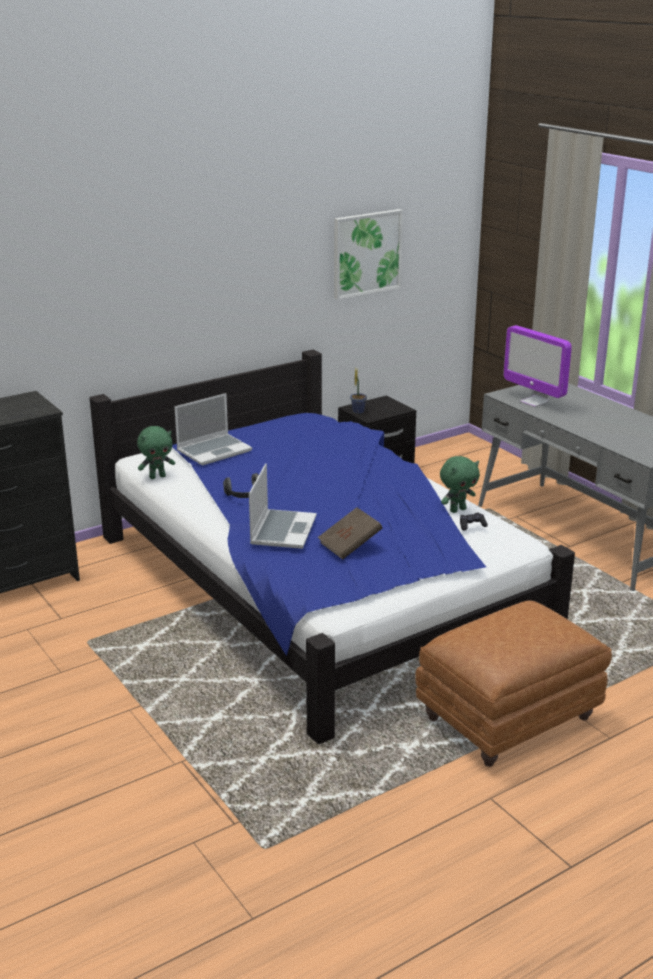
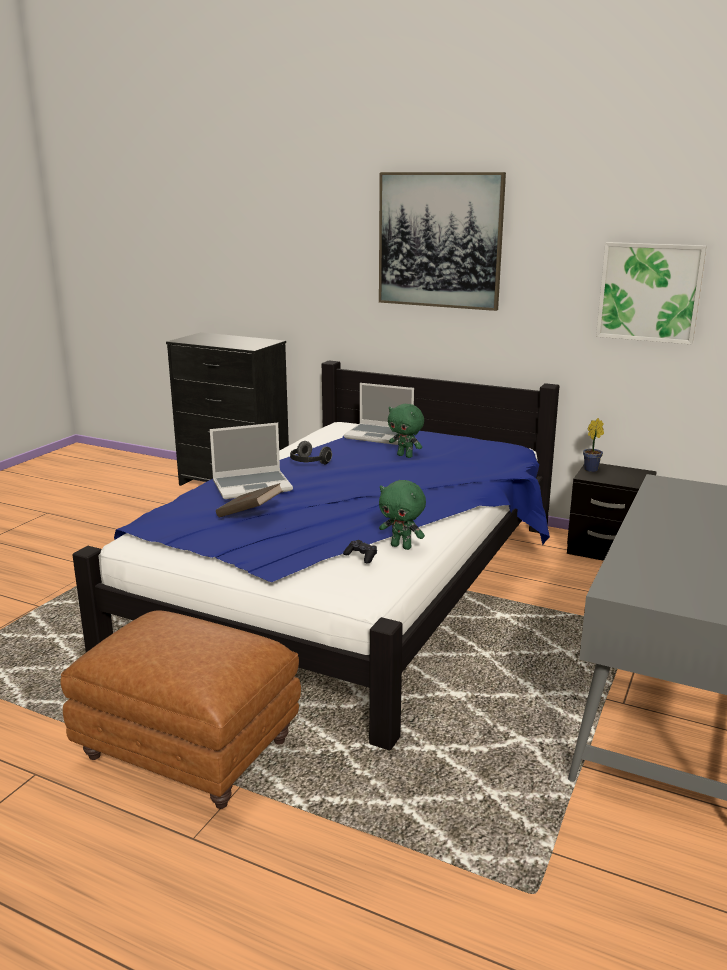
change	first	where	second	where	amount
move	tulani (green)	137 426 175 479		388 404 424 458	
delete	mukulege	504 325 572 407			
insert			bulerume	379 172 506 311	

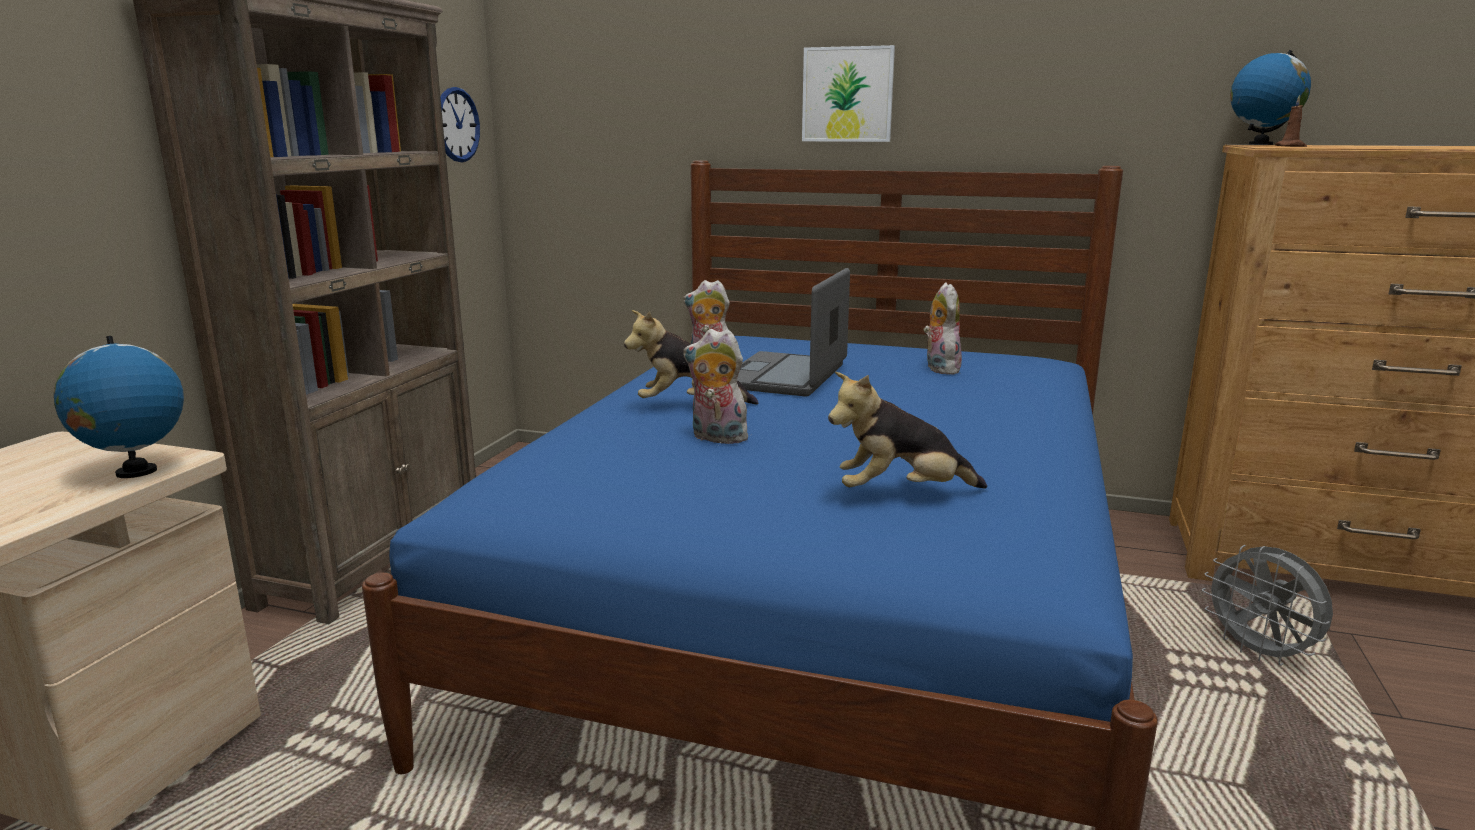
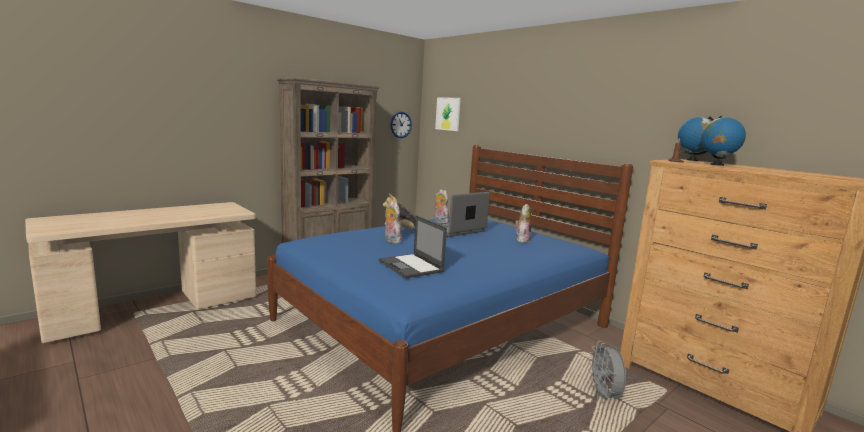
change	first	where	second	where	amount
move	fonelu	54 336 184 478		701 116 746 166	
move	bulerume	802 45 895 142		435 97 461 131	
replace	tulani	828 372 987 489	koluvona	379 215 447 279	

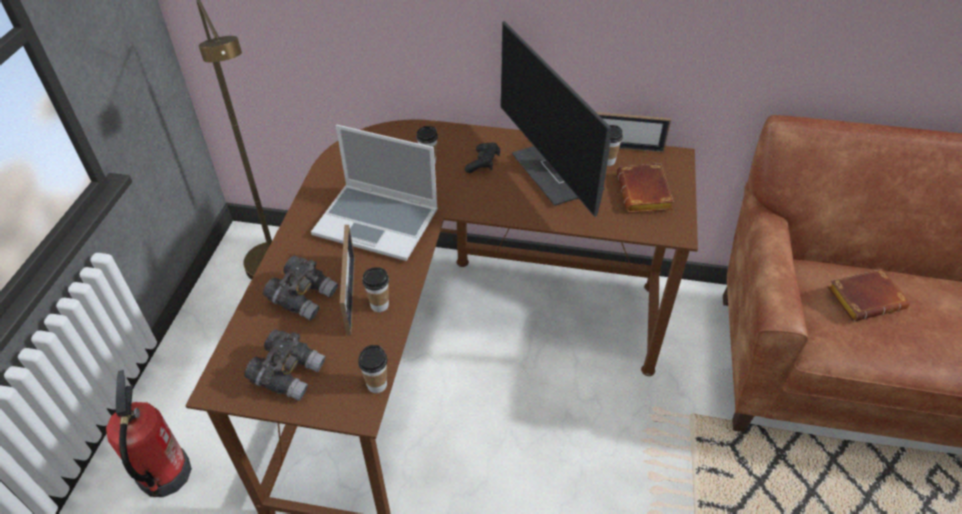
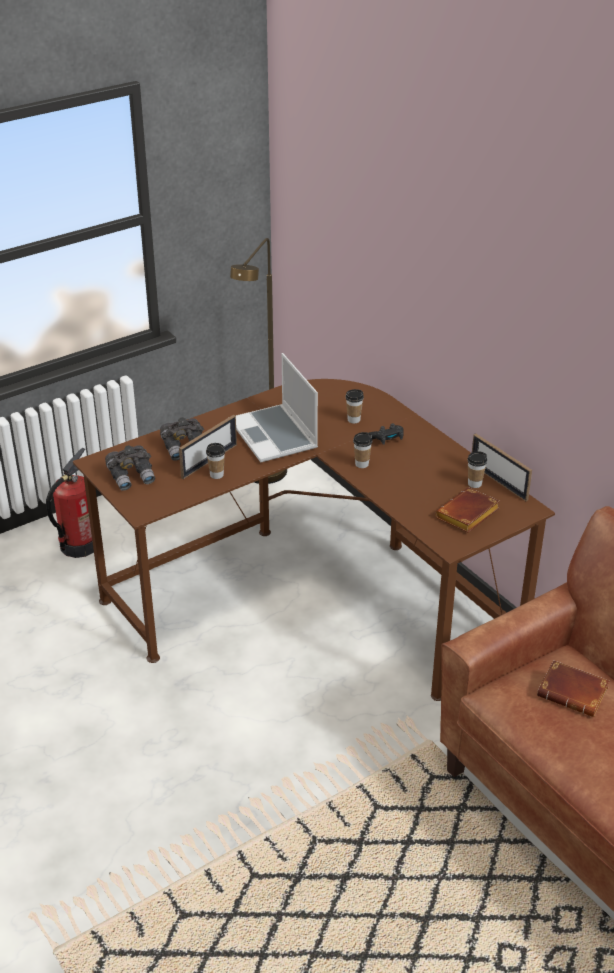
change	first	where	second	where	amount
move	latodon	358 345 387 393		353 432 372 468	
delete	mukulege	500 21 611 217			

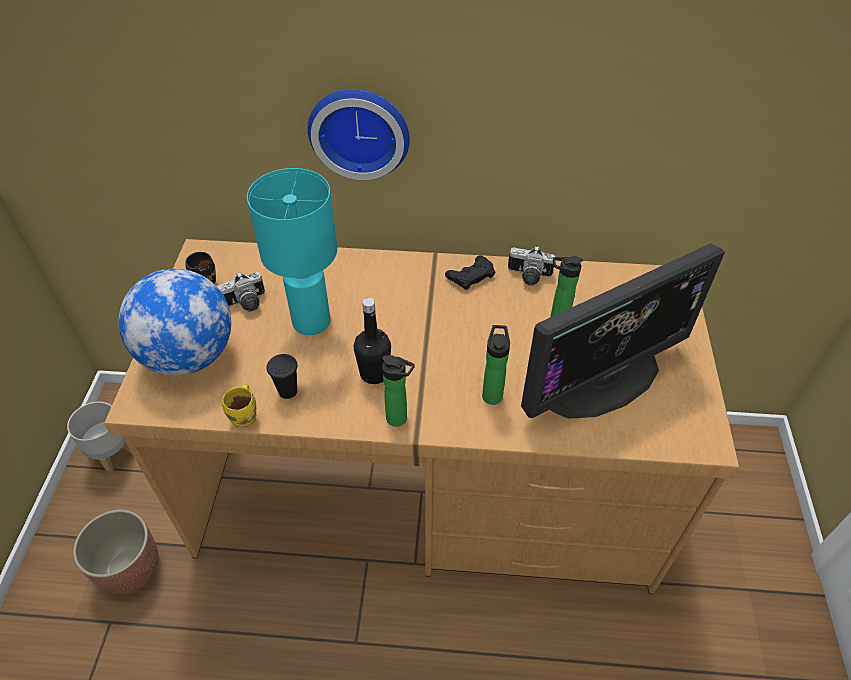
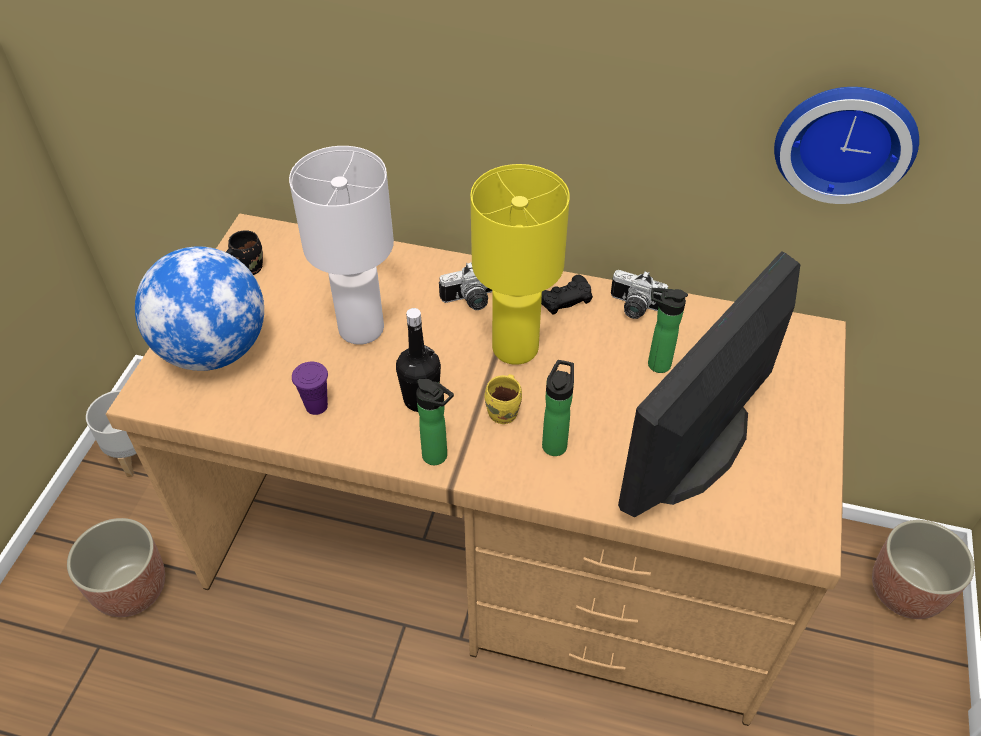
change	first	where	second	where	amount
move	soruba	217 272 265 312		439 262 493 310	
move	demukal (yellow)	222 384 256 428		485 374 522 424	
recolor	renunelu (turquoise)	247 168 337 335	renunelu (white)	289 146 394 345	
recolor	latodon (black)	267 354 298 399	latodon (purple)	292 362 328 415	
move	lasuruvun	308 89 410 180		774 87 919 204	
rotate	mukulege	521 243 725 419		618 251 800 517	150 degrees clockwise
insert			renunelu (yellow)	470 164 570 365	
insert			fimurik	872 520 974 619	

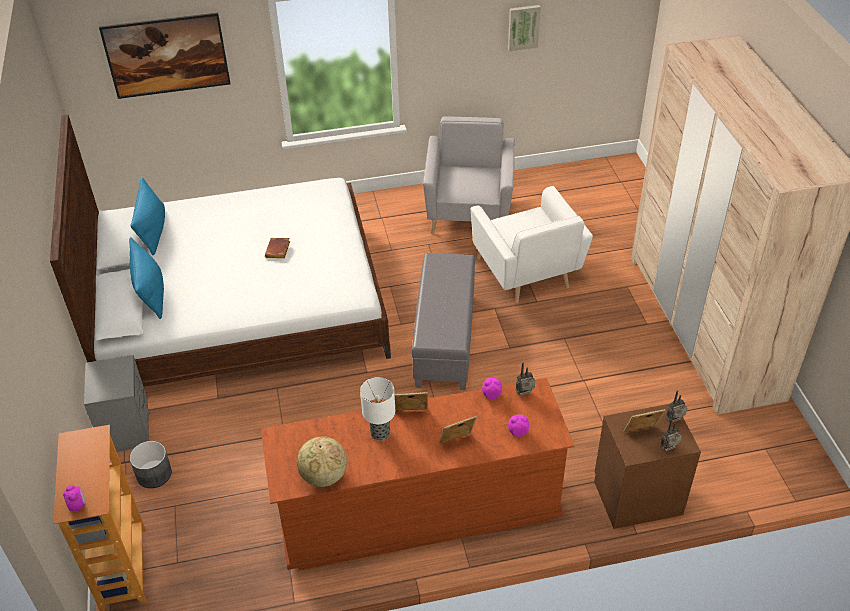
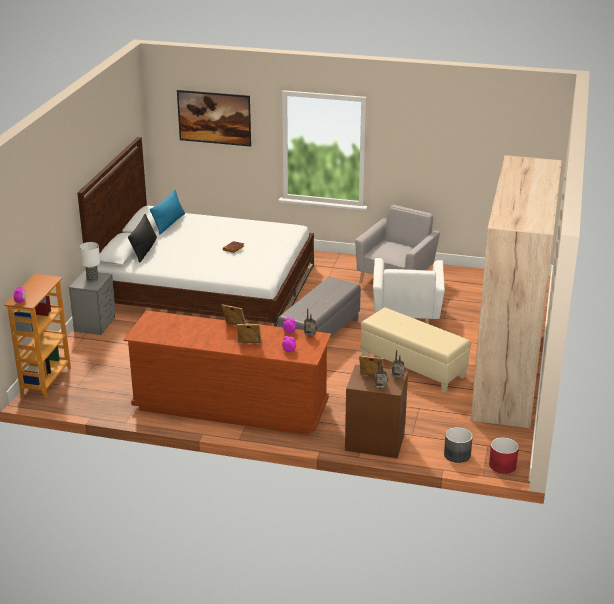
change	first	where	second	where	amount
recolor	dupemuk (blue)	129 237 164 319	dupemuk (black)	128 214 157 263	
move	fimurik (grey)	130 441 172 488		444 427 473 463	
delete	fonelu	297 436 347 487			
move	renunelu	360 377 396 441		79 242 100 283	
delete	bulerume	508 5 540 51			
insert			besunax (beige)	361 307 470 393	
insert			fimurik (red)	489 437 519 473	

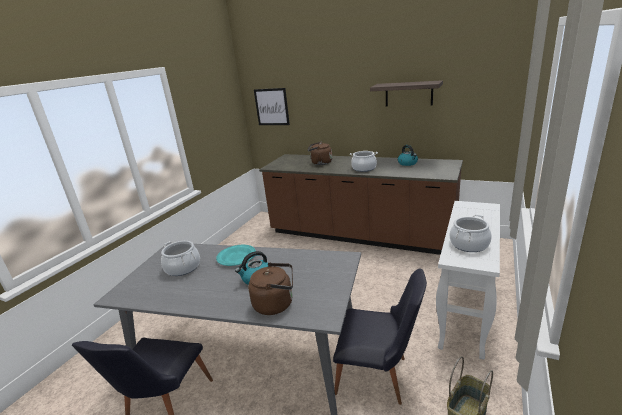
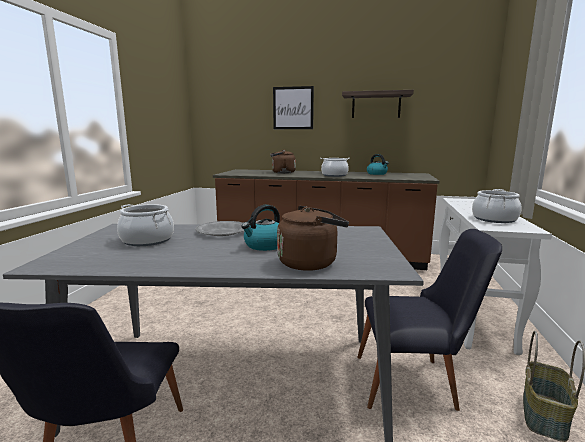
change	first	where	second	where	amount
recolor	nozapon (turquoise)	216 245 256 266	nozapon (grey)	195 221 244 236	
move	bulerume	254 88 290 125		273 86 314 129	

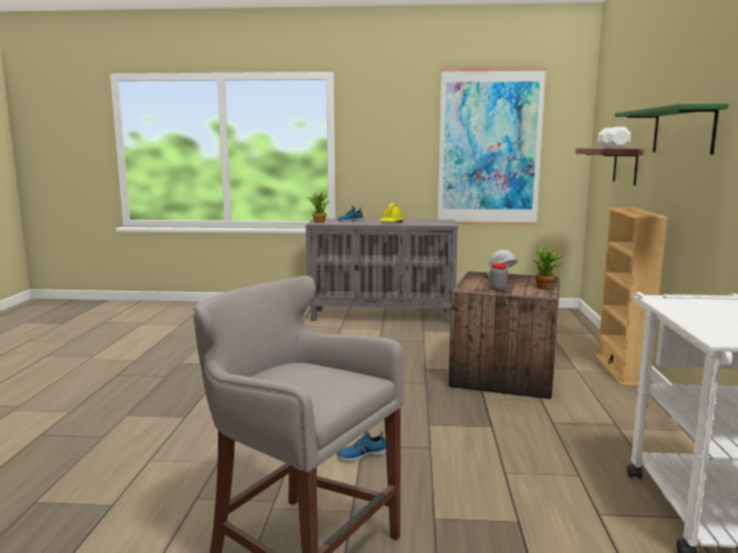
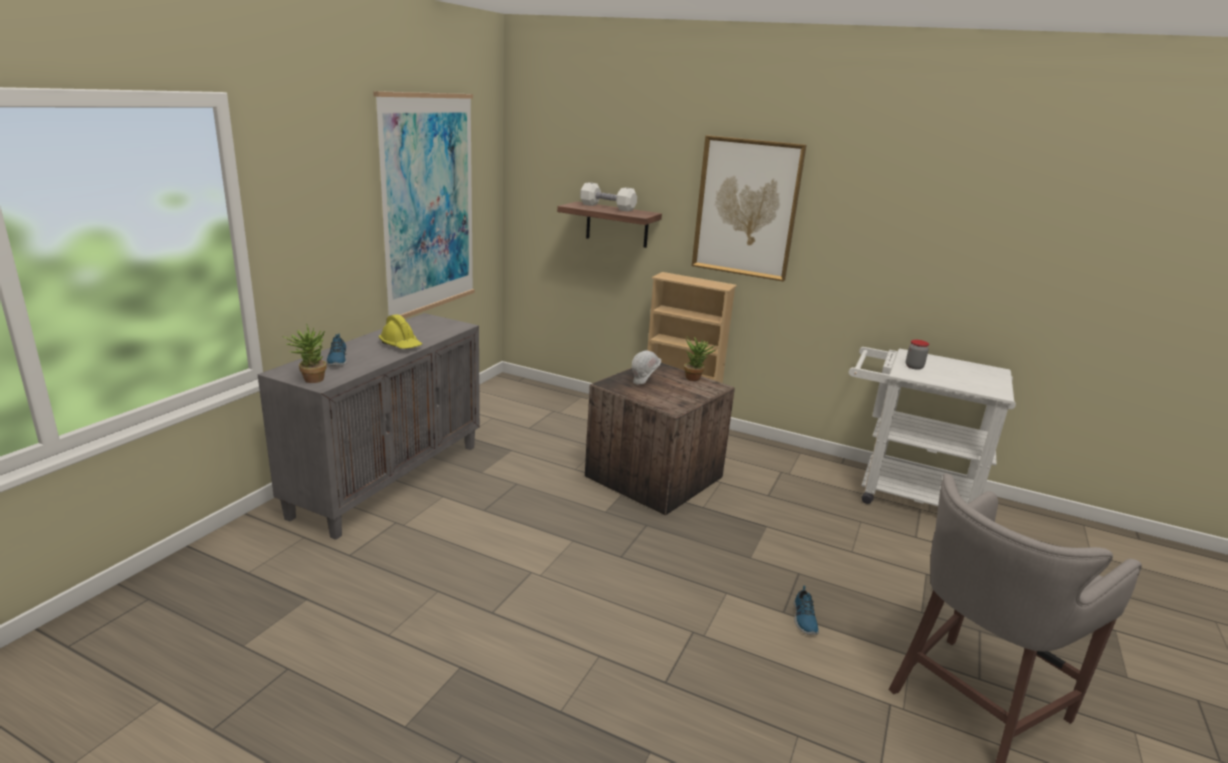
change	first	where	second	where	amount
move	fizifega	490 264 508 291		906 339 929 370	
replace	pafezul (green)	615 104 728 155	bulerume	692 135 806 282	

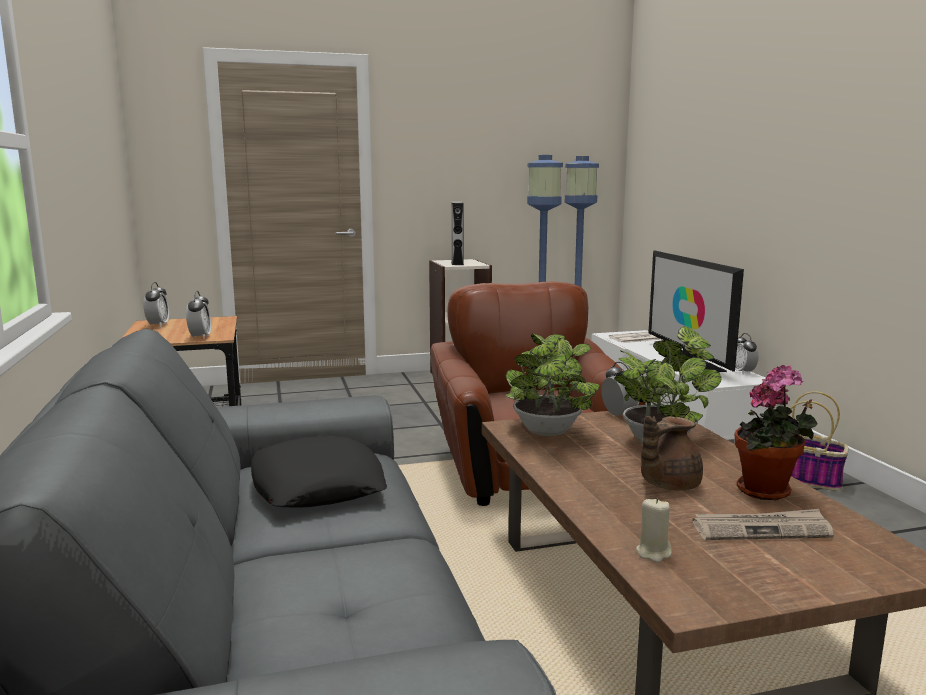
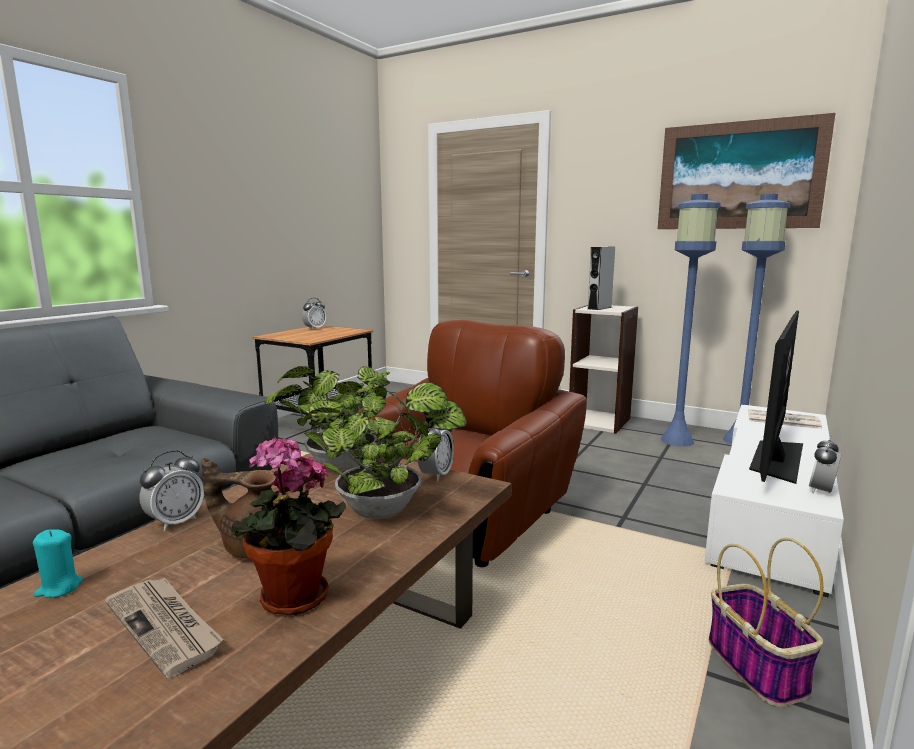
change	first	where	second	where	amount
move	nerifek	186 291 211 339		139 450 204 531	
delete	dupemuk (black)	251 436 387 508			
recolor	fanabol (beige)	636 498 672 563	fanabol (turquoise)	33 529 83 598	
insert			bulerume	658 113 836 229	

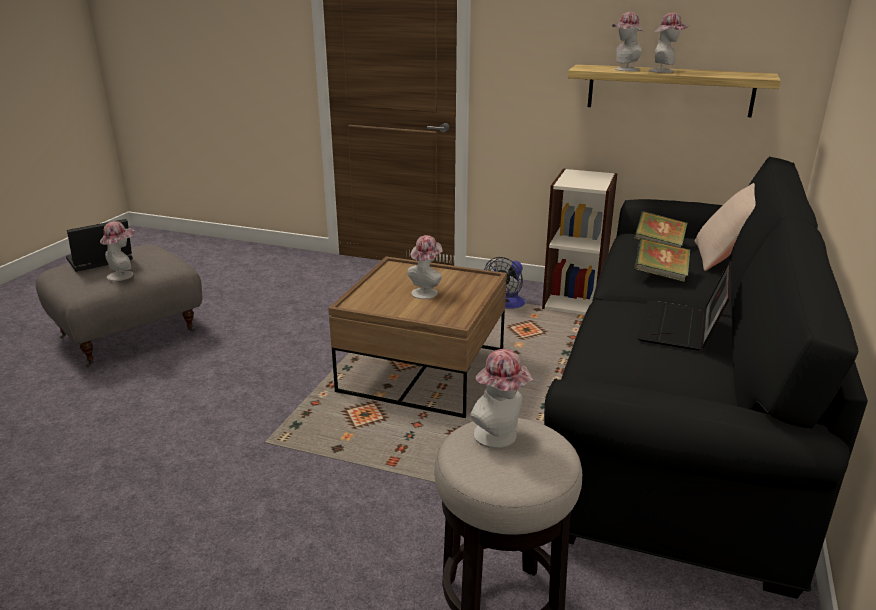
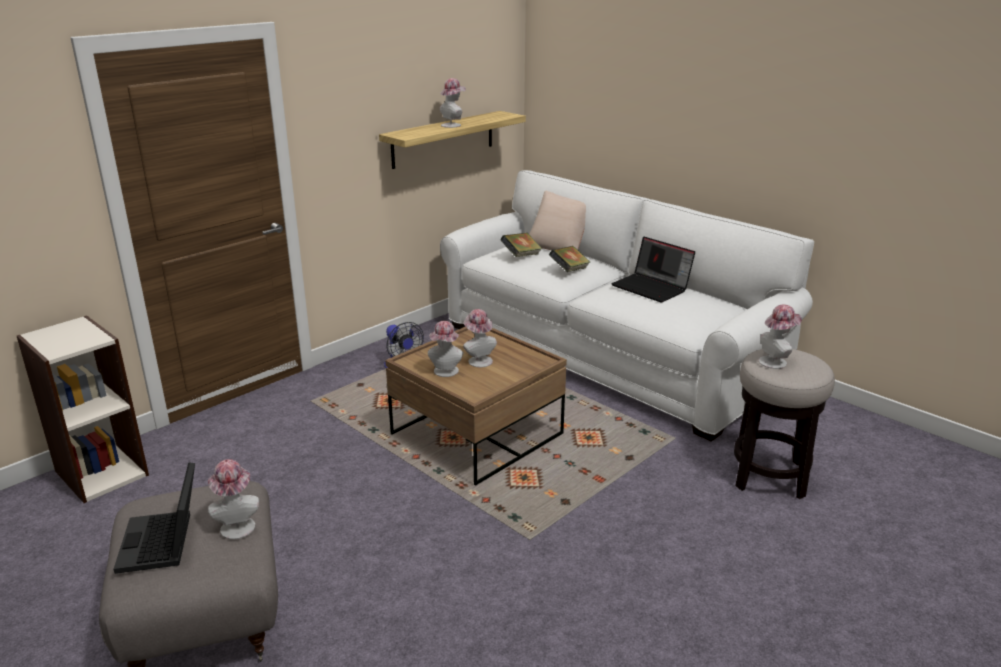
change	first	where	second	where	amount
move	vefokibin	542 169 618 315		17 315 149 503	
recolor	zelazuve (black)	544 156 868 599	zelazuve (white)	440 170 814 442	
move	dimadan	612 12 643 71		428 321 464 377	

